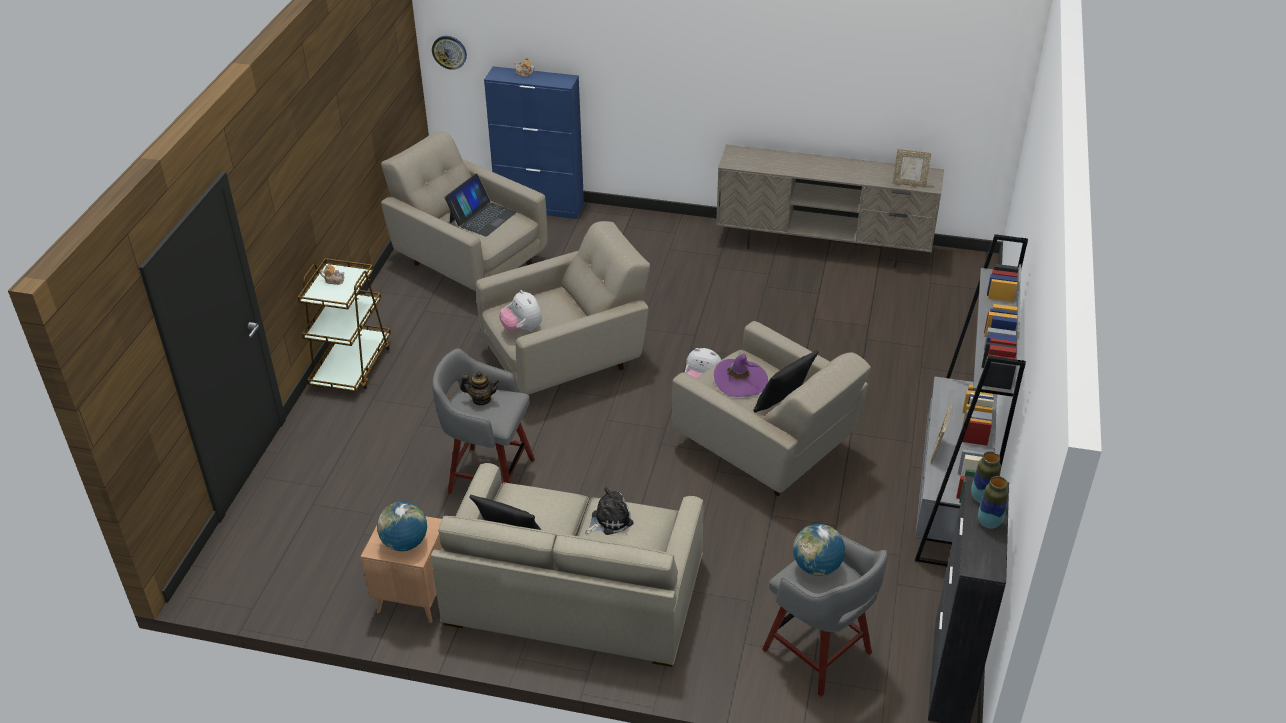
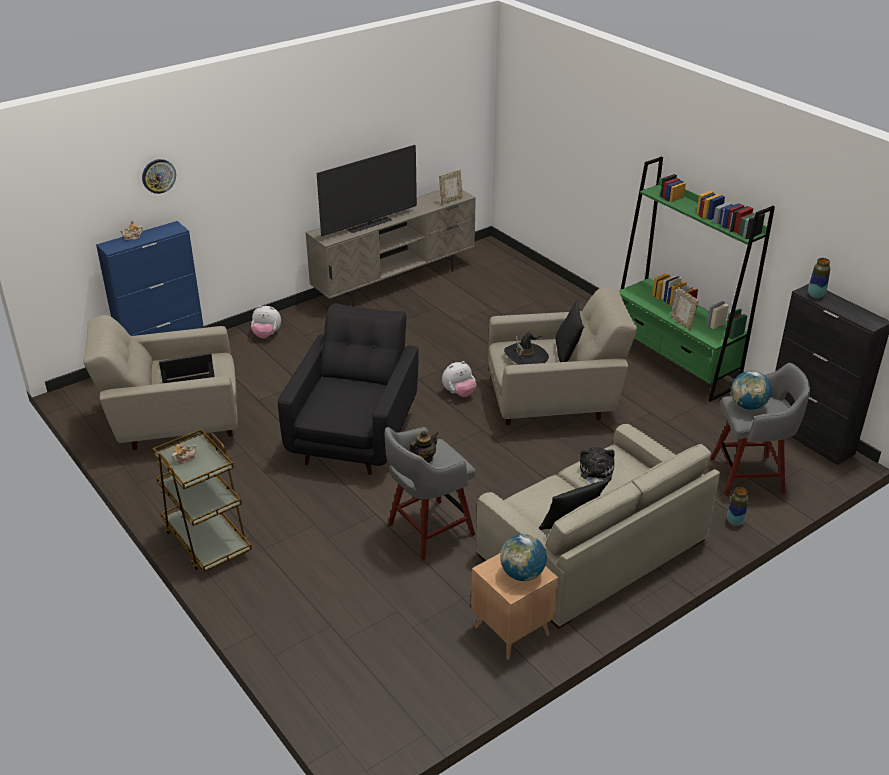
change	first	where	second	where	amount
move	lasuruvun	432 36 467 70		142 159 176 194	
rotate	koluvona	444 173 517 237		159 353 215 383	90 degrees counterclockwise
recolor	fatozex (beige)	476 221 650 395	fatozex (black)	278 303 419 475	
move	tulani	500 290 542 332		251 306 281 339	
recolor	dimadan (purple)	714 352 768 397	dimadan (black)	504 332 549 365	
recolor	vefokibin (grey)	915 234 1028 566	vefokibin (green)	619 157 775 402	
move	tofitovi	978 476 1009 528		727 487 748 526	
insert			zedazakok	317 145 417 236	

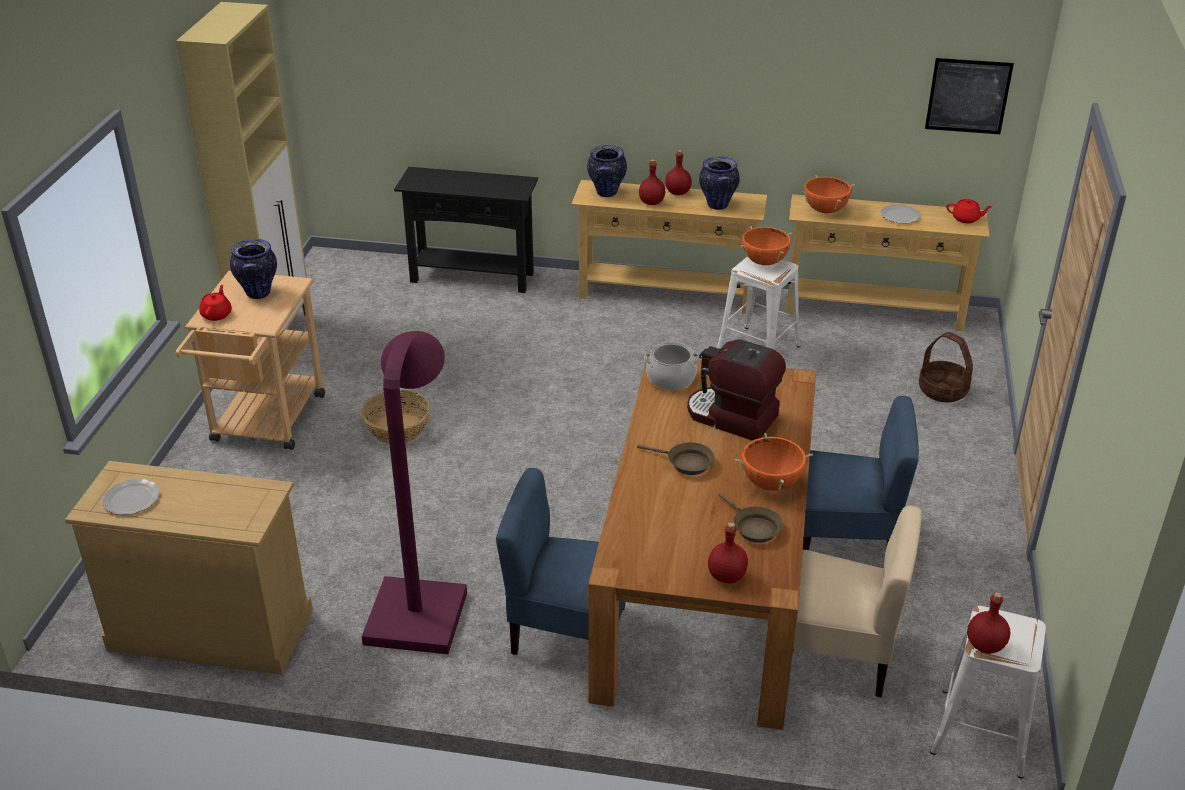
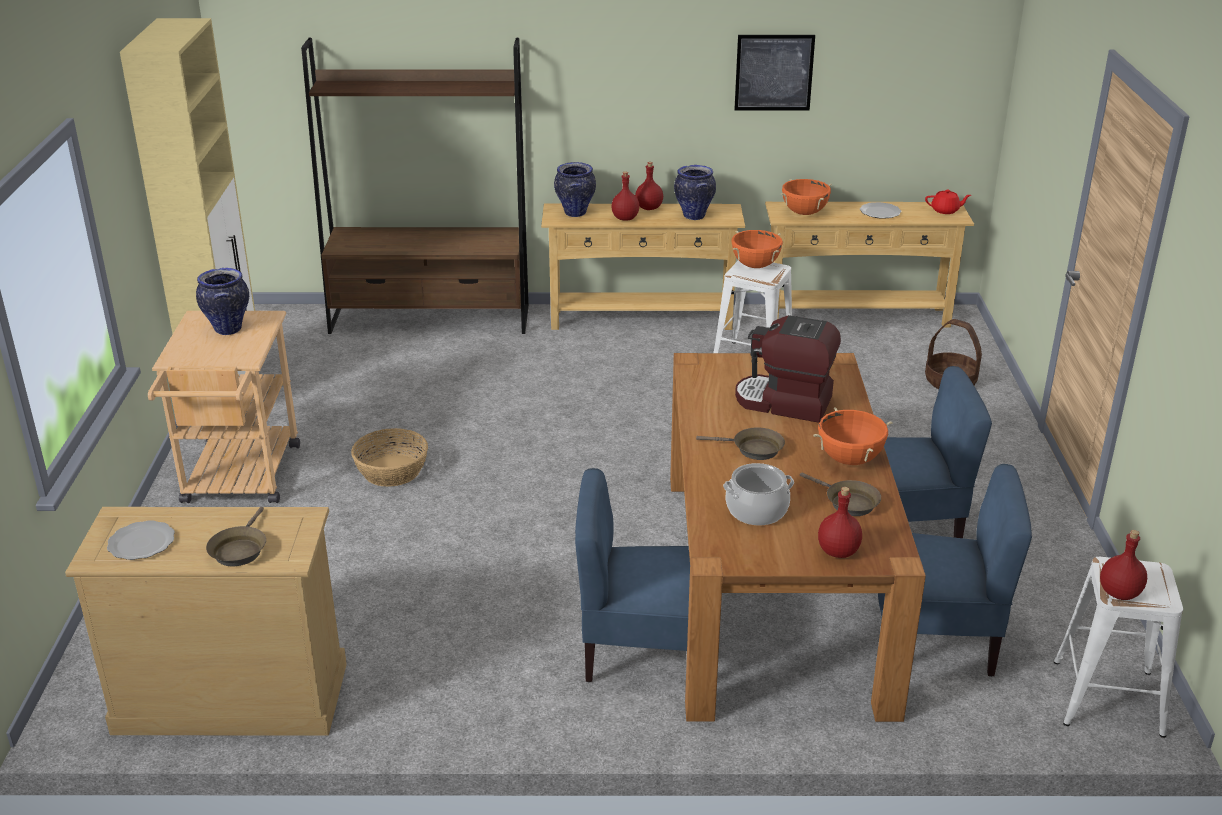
change	first	where	second	where	amount
delete	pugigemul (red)	199 285 232 321			
delete	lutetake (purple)	362 331 467 654			
replace	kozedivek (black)	394 167 538 293	vefokibin (brown)	301 38 529 334	
move	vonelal	644 342 700 390		723 463 794 525	
recolor	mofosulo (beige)	793 505 922 697	mofosulo (blue)	878 464 1032 677	
move	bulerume	925 58 1014 134		734 35 815 111	
insert			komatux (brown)	206 507 266 566	

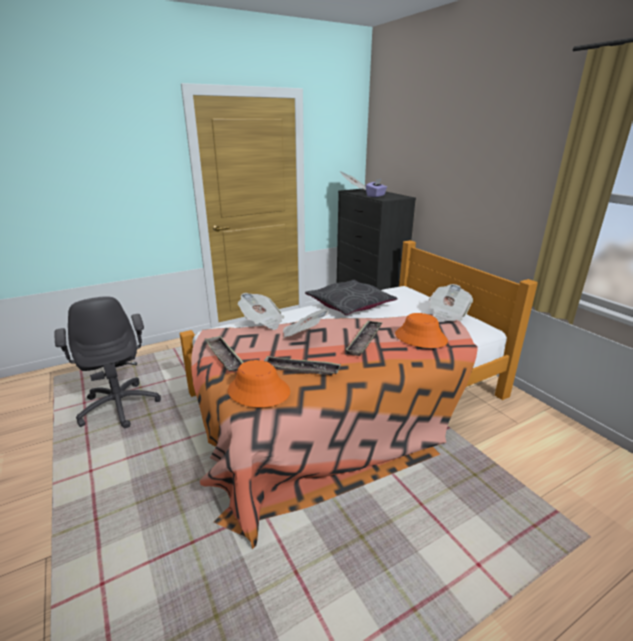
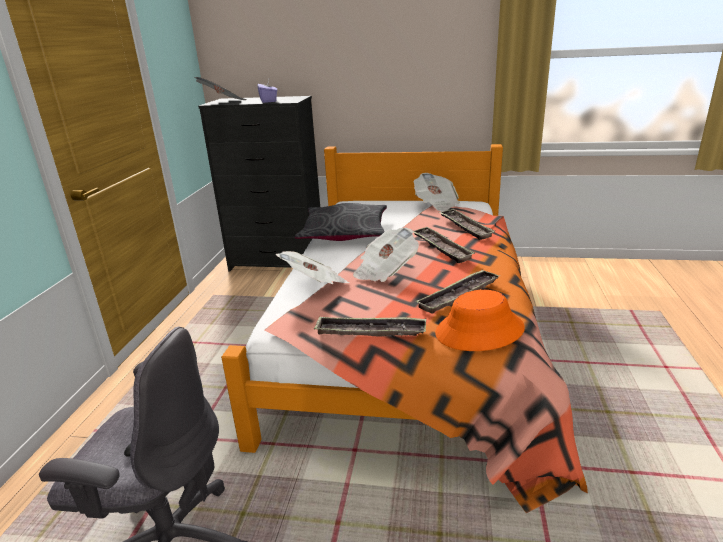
change	first	where	second	where	amount
replace	dimadan (orange)	395 313 448 348	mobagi	439 209 495 240	

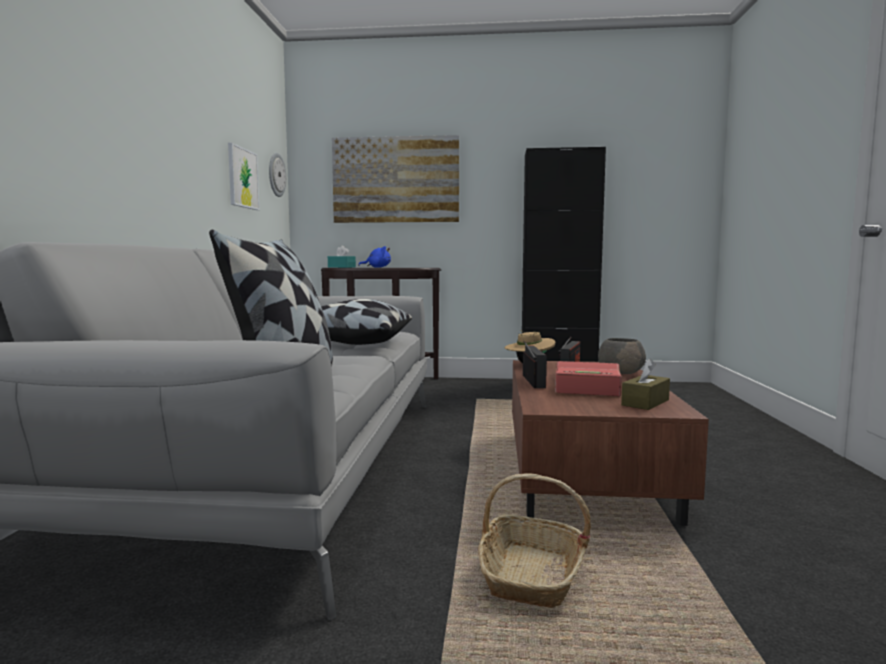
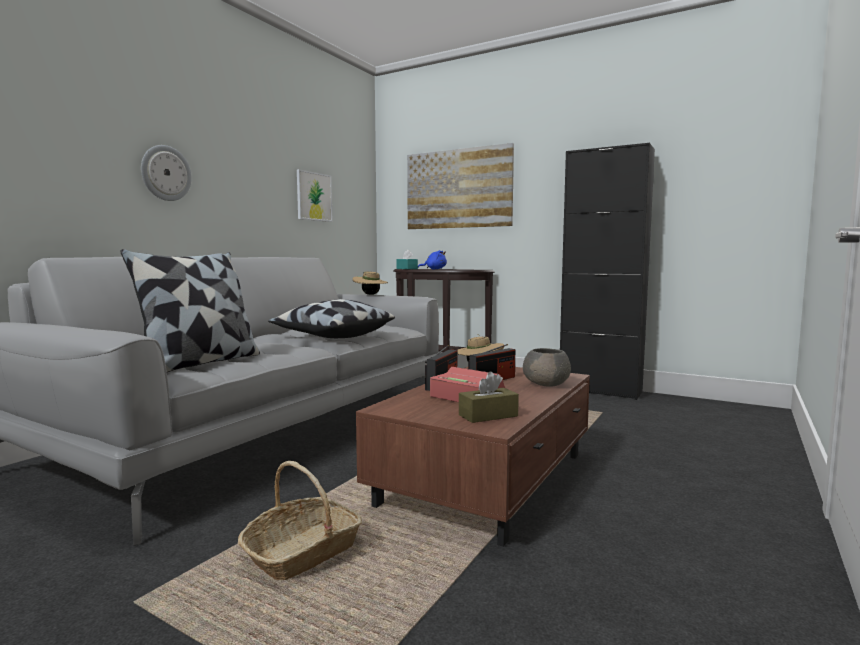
change	first	where	second	where	amount
move	lasuruvun	269 153 286 197		141 145 192 201	
insert			dimadan (beige)	353 271 388 295	

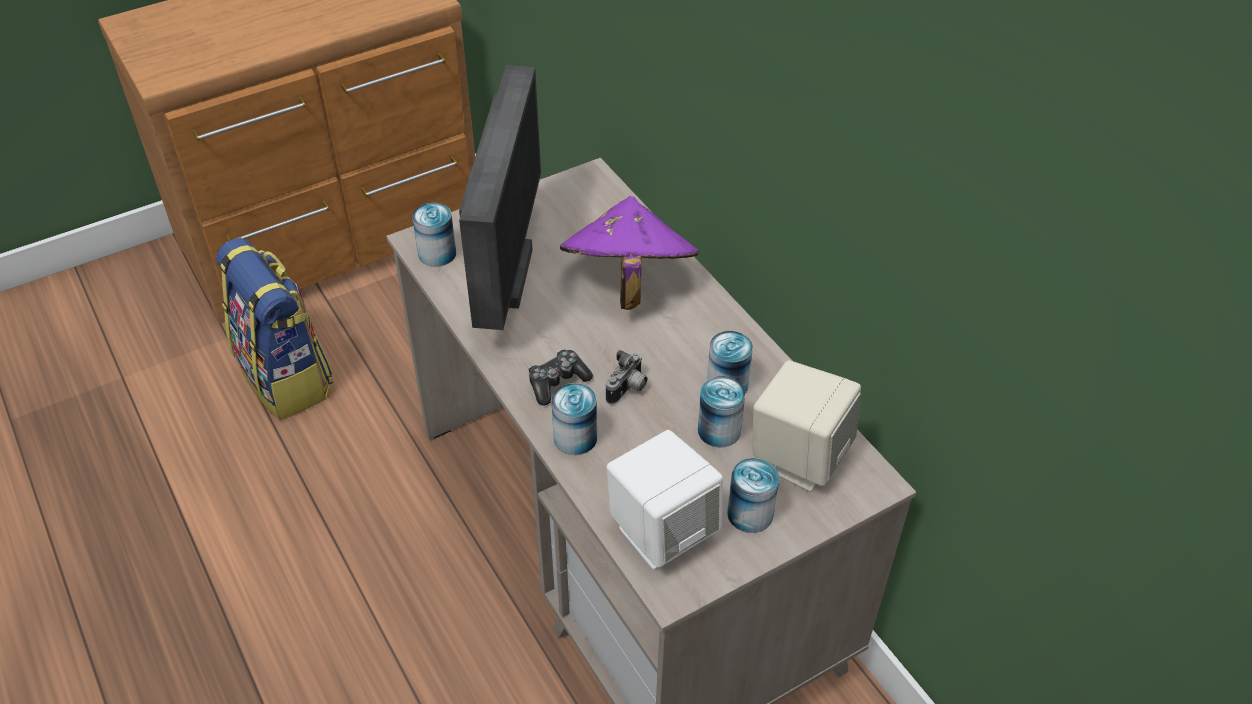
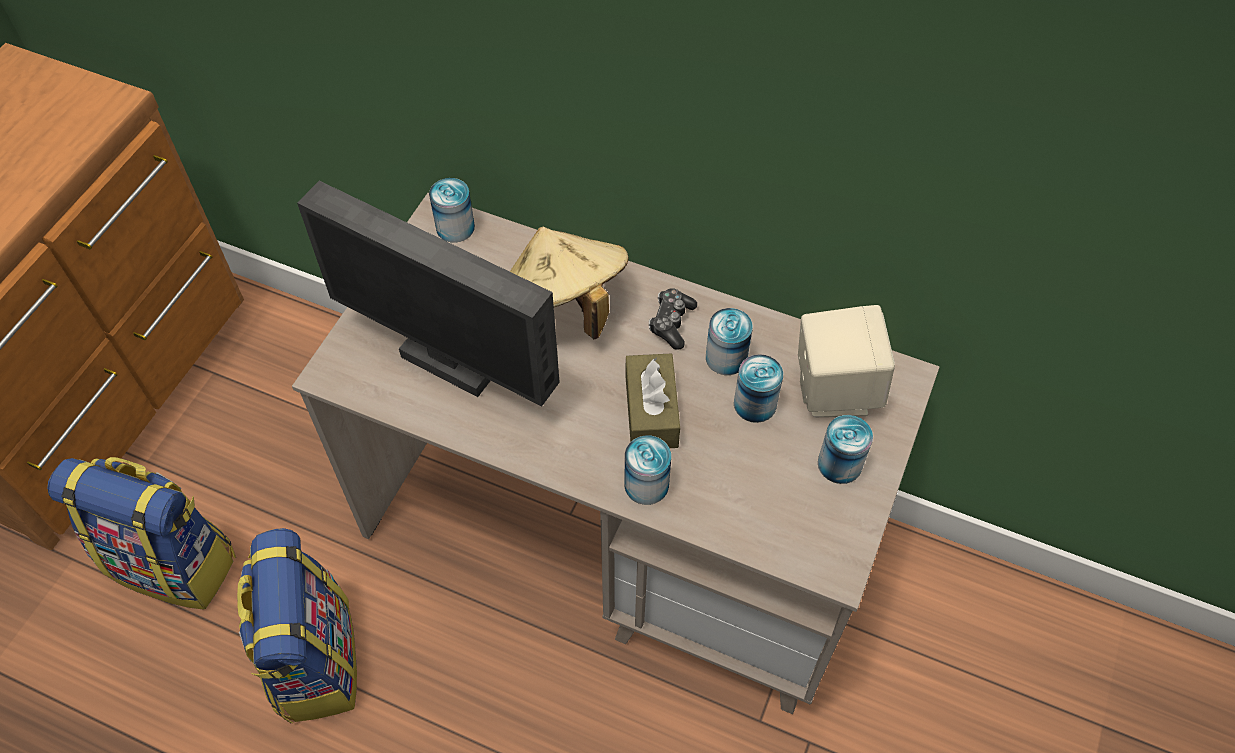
change	first	where	second	where	amount
move	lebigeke	412 203 456 267		429 178 475 243	
rotate	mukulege	459 65 541 330		297 181 560 407	150 degrees clockwise
move	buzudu	529 349 593 406		649 288 697 350	
recolor	dimadan (purple)	560 196 699 310	dimadan (beige)	510 226 629 340	
replace	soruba	606 350 647 404	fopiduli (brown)	625 354 680 448	
delete	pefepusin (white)	607 430 723 570			
insert			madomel	237 528 357 723	

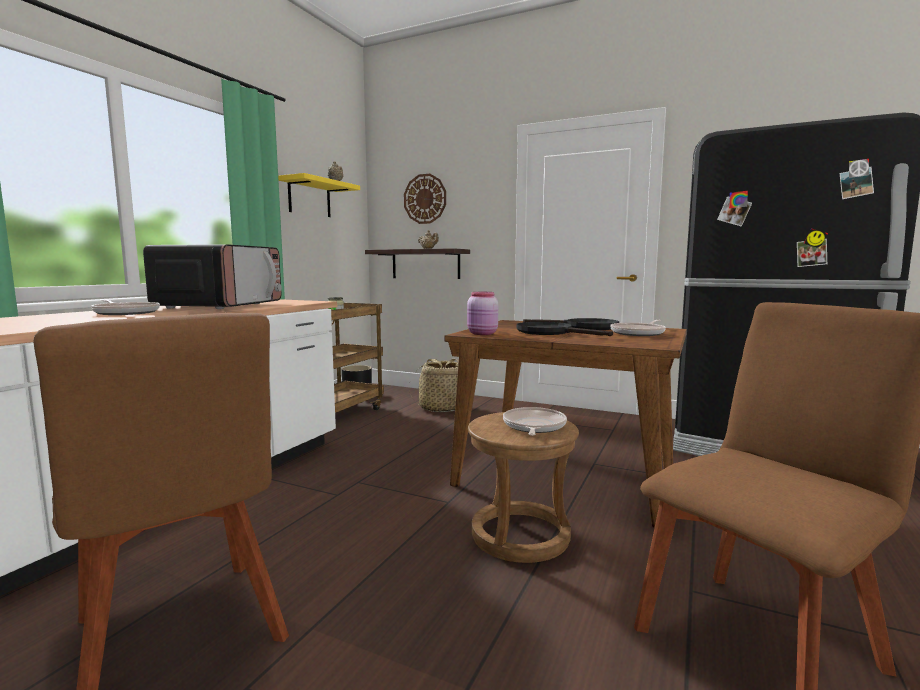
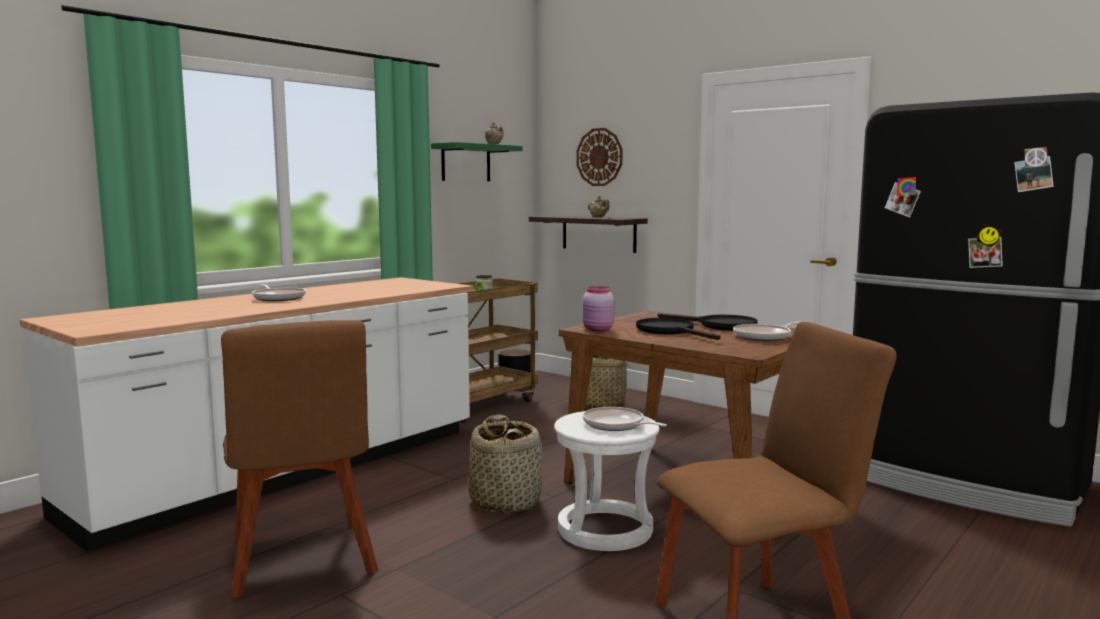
change	first	where	second	where	amount
delete	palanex	143 244 282 309			
recolor	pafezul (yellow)	278 173 360 217	pafezul (green)	431 142 523 181	
recolor	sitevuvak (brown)	468 412 579 563	sitevuvak (white)	554 411 659 551	
rotate	komatux	503 407 567 436		583 407 667 431	75 degrees counterclockwise
insert			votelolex	468 414 543 514	

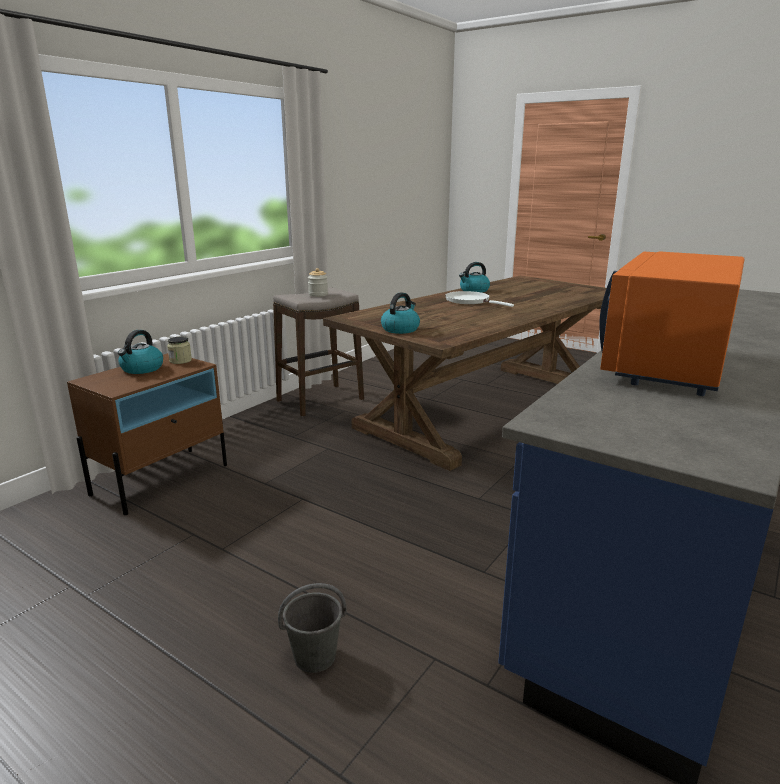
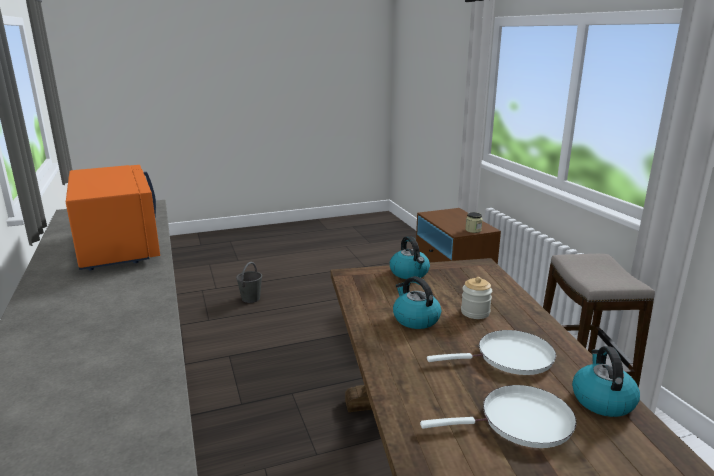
change	first	where	second	where	amount
move	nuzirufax	118 330 163 374		393 276 441 329	
move	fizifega	308 268 328 297		461 277 492 319	
insert			komatux (white)	420 385 577 448	

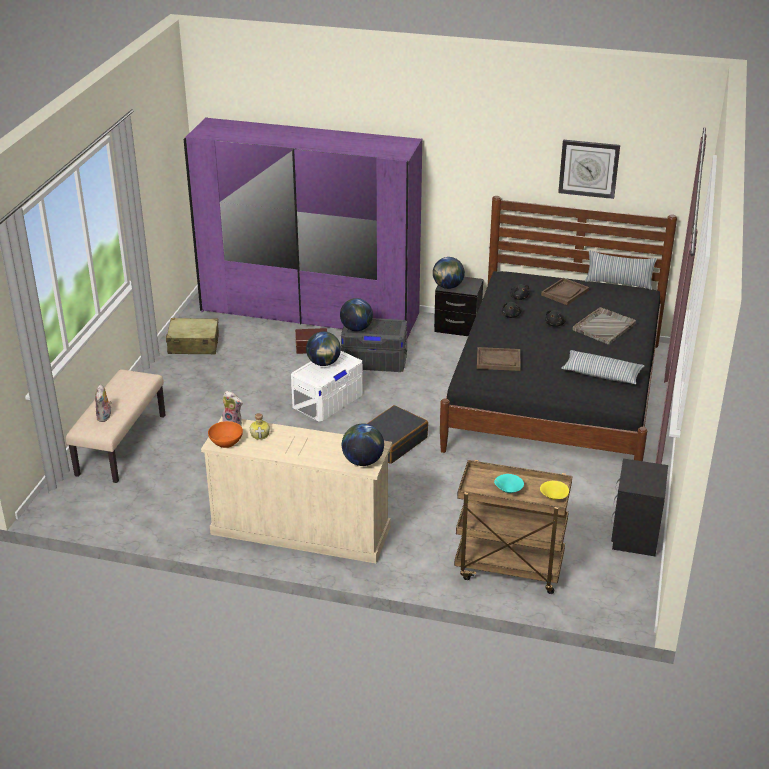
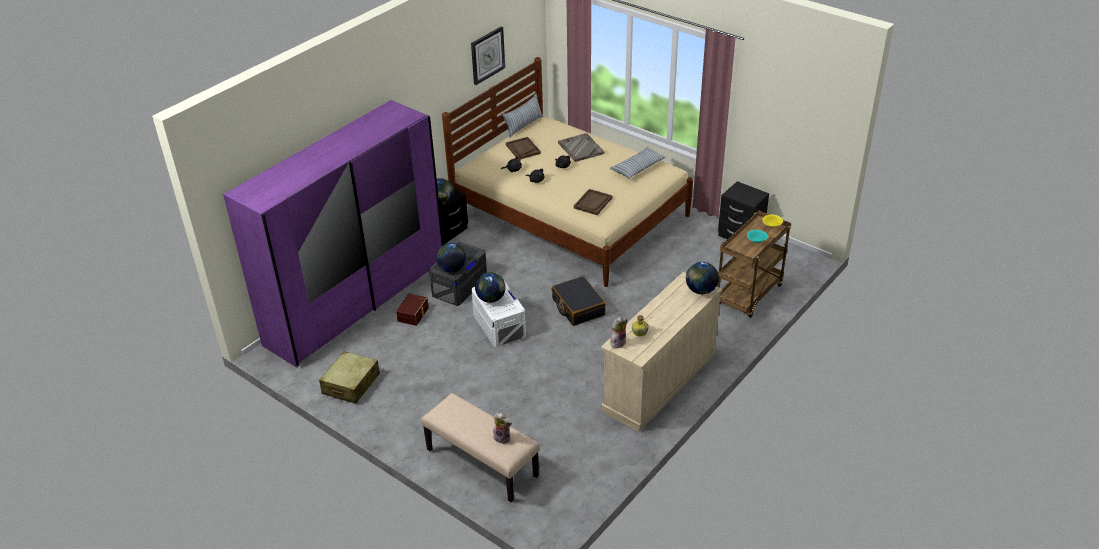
change	first	where	second	where	amount
delete	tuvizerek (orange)	208 421 243 448			
recolor	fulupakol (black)	440 196 677 461	fulupakol (beige)	442 57 693 287	

